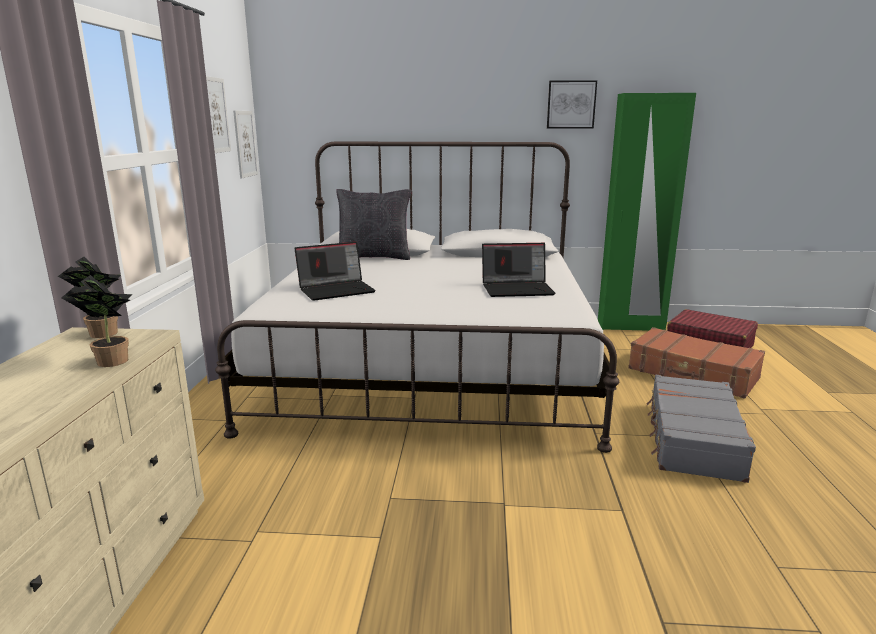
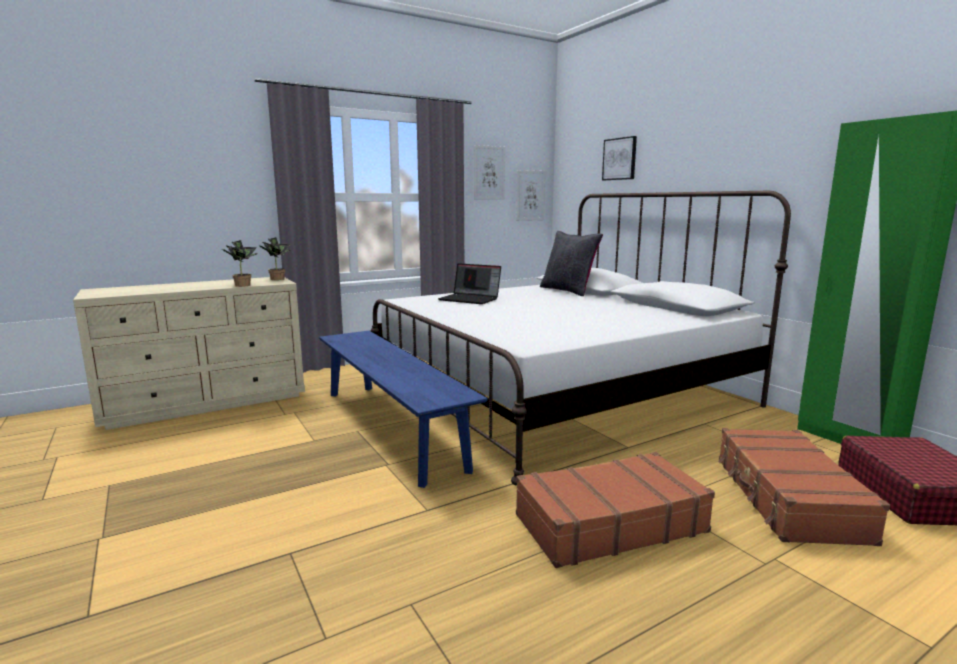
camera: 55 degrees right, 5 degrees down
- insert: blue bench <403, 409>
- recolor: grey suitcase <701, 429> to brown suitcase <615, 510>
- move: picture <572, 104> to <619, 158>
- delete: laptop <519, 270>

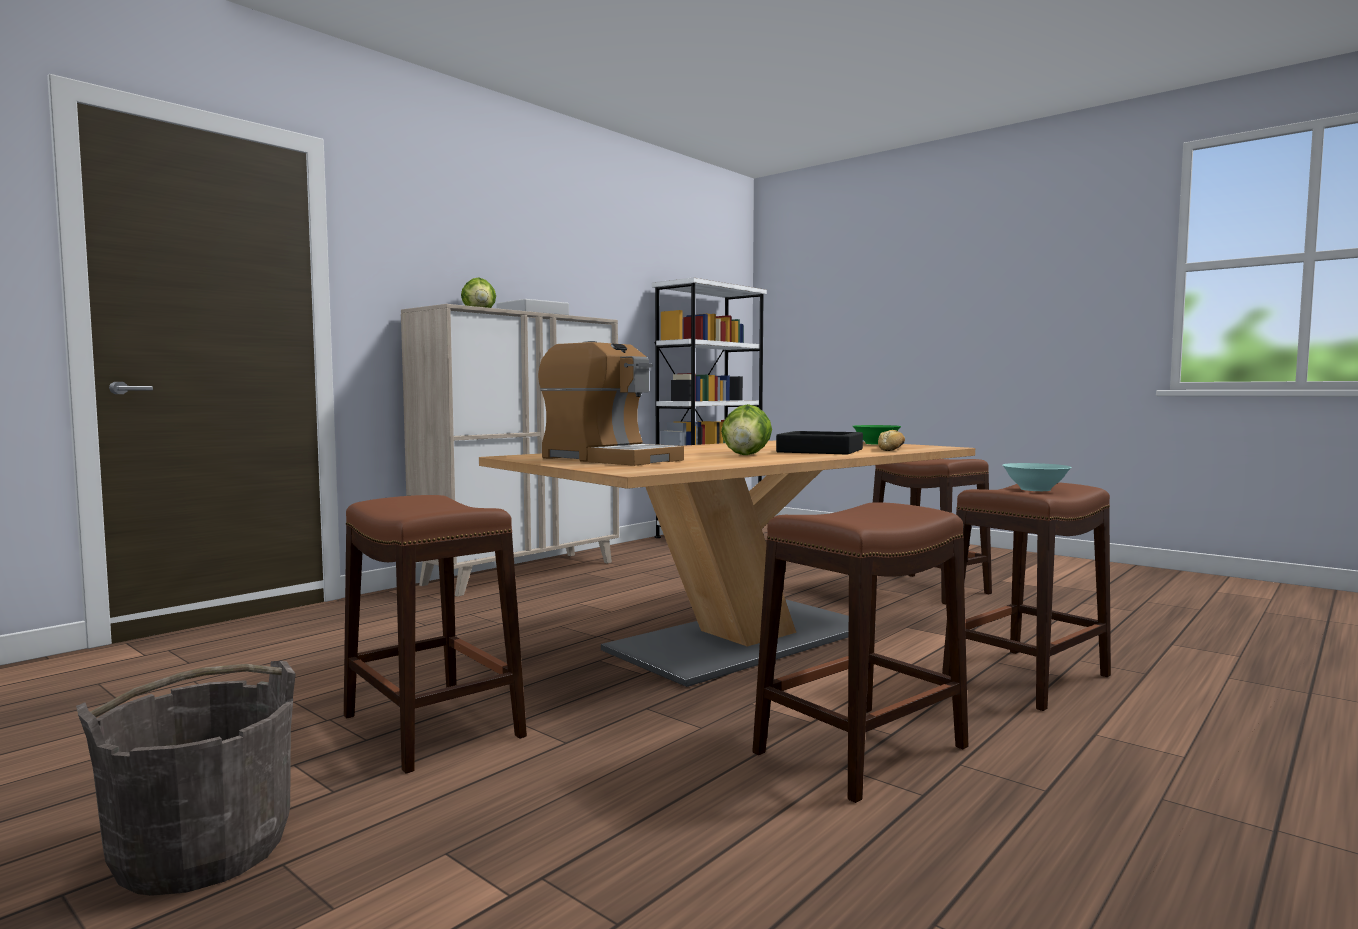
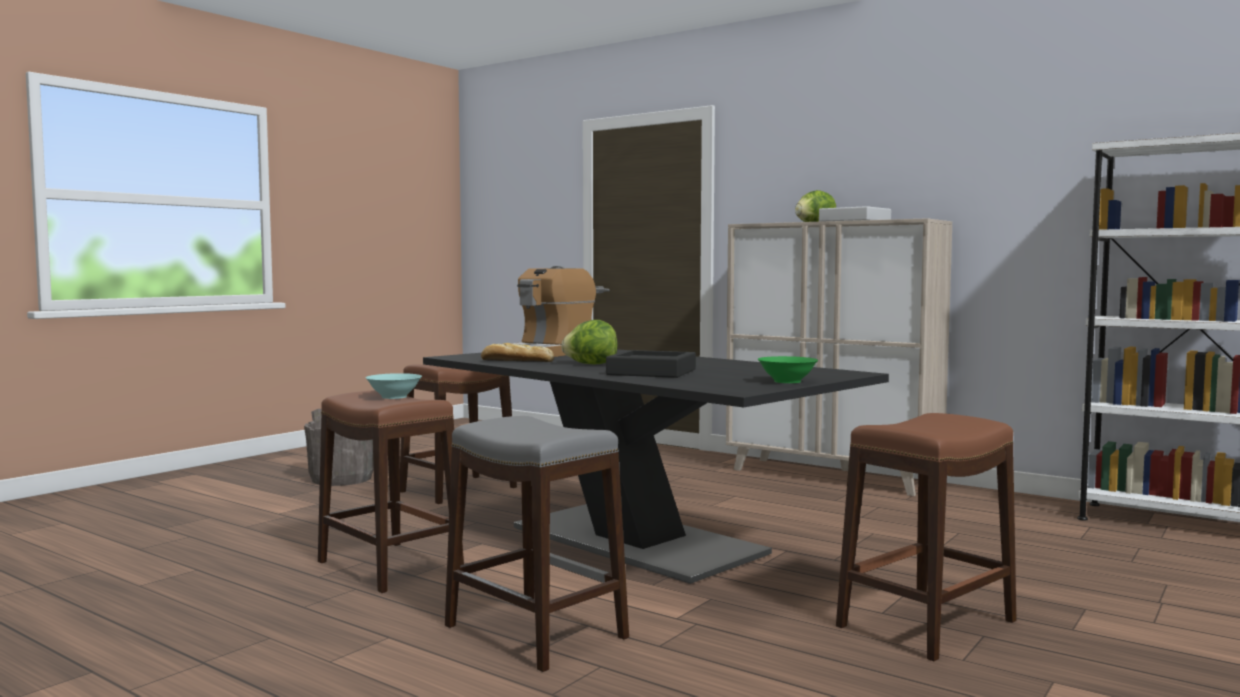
camera: 85 degrees right, 0 degrees up
- move: turquoise bowl <1037, 477> to <394, 386>
- recolor: beige dining table <727, 563> to black dining table <656, 466>
- recolor: brown stool <1026, 596> to grey stool <537, 544>
- move: bread <891, 440> to <517, 352>

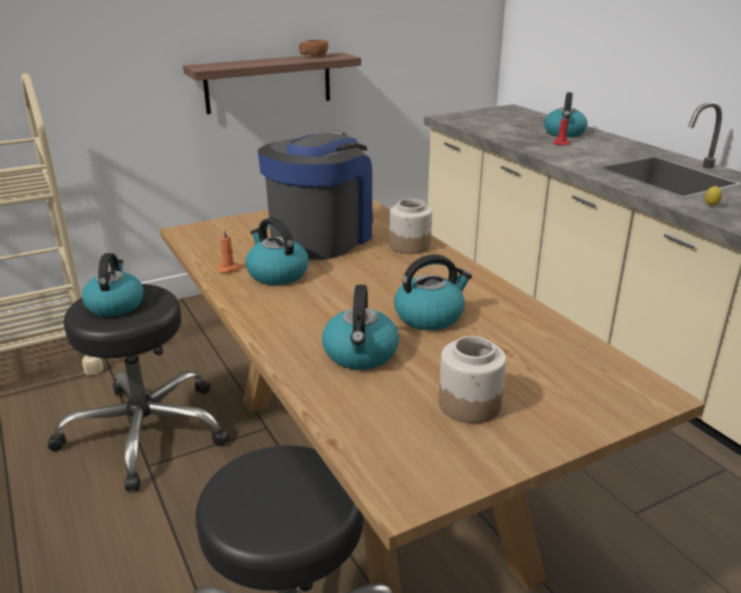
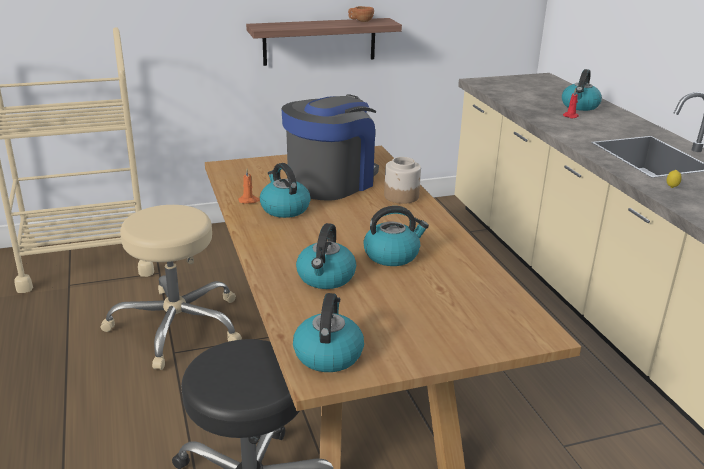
camera: 10 degrees right, 0 degrees up
- recolor: black stool <139, 387> to beige stool <171, 287>
- move: kettle <113, 285> to <328, 332>
- delete: jar <472, 379>

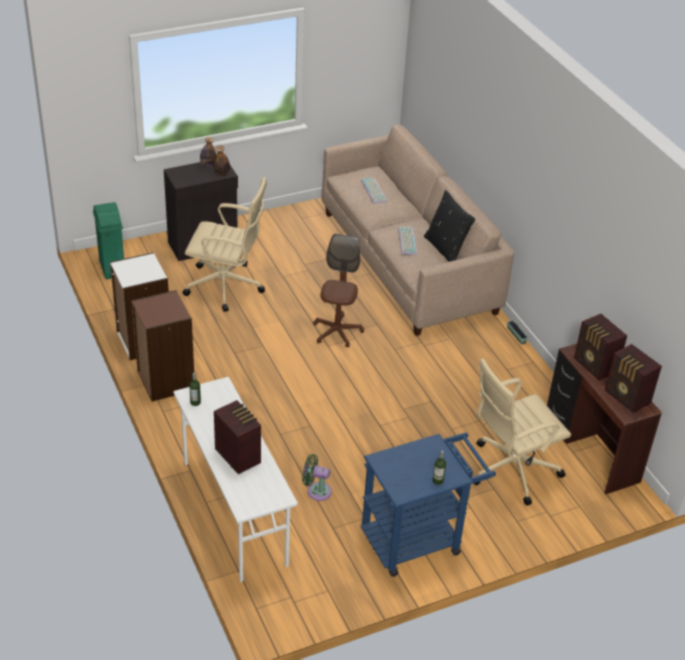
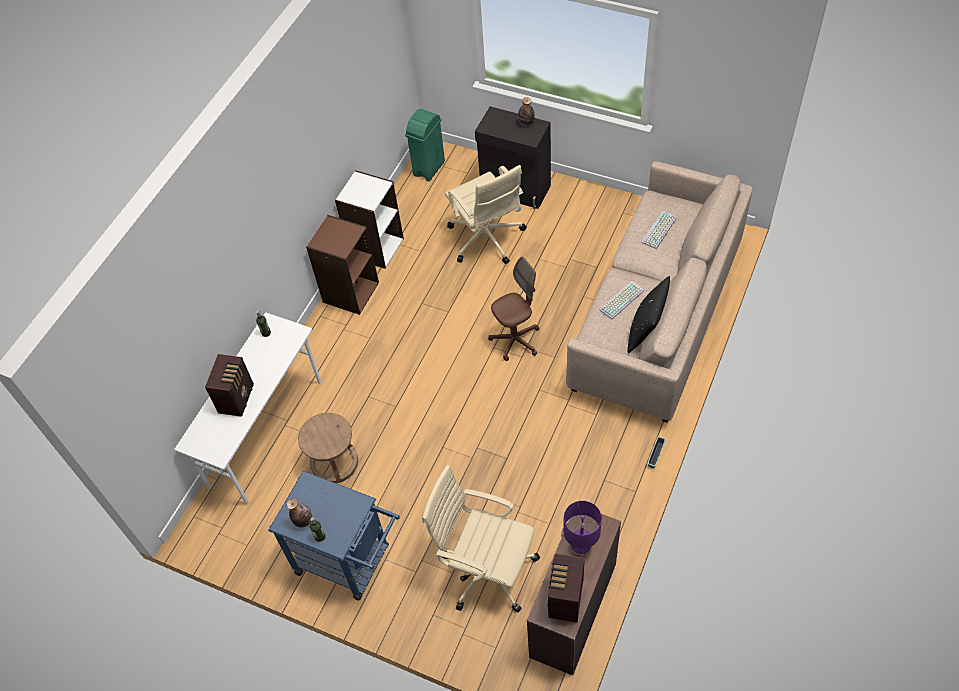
camera: 55 degrees right, 15 degrees up
- move: bottle <221, 161> to <299, 512>
- replace: green fan <317, 477> to brown stool <328, 448>
- replace: radio <600, 347> to purple table lamp <582, 528>

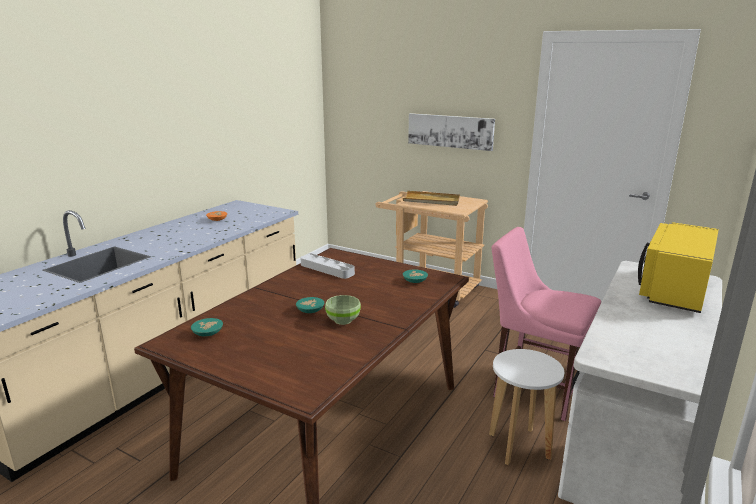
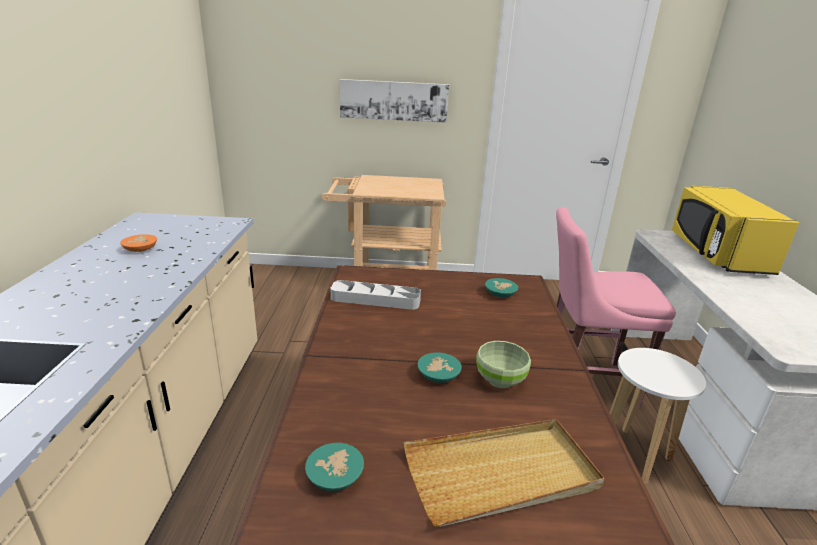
camera: 30 degrees left, 5 degrees up
- move: beige tray <431, 198> to <504, 473>

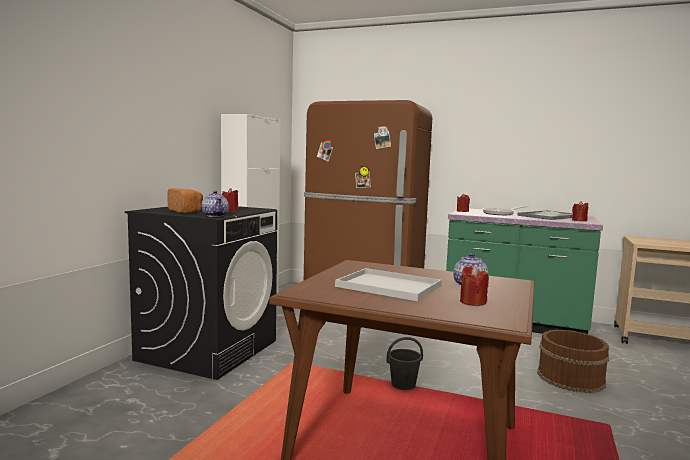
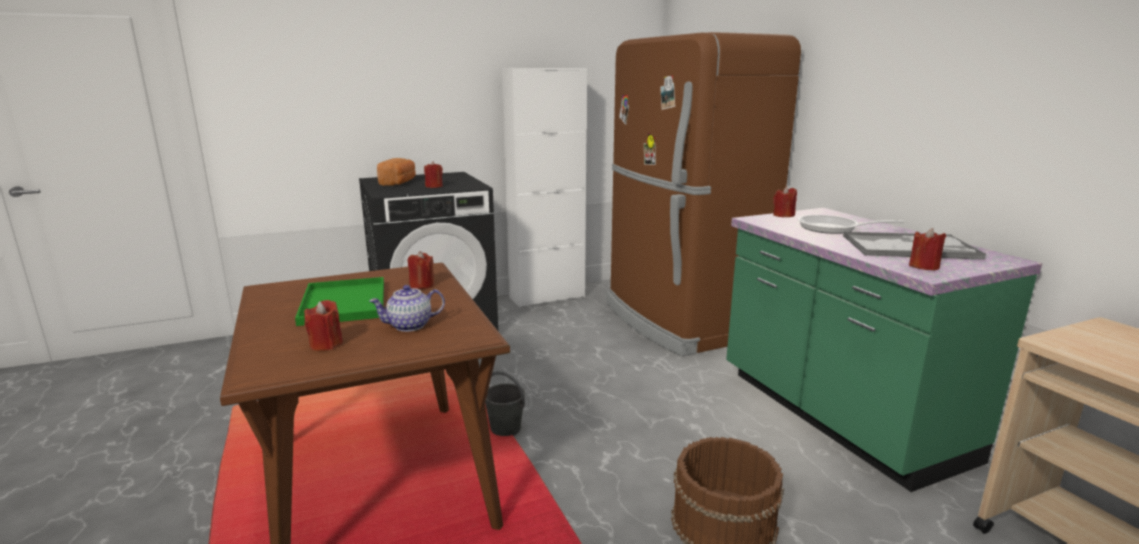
camera: 45 degrees right, 10 degrees up
- recolor: white tray <388, 284> to green tray <339, 301>
- insert: red candle <421, 270>
- delete: teapot <215, 203>

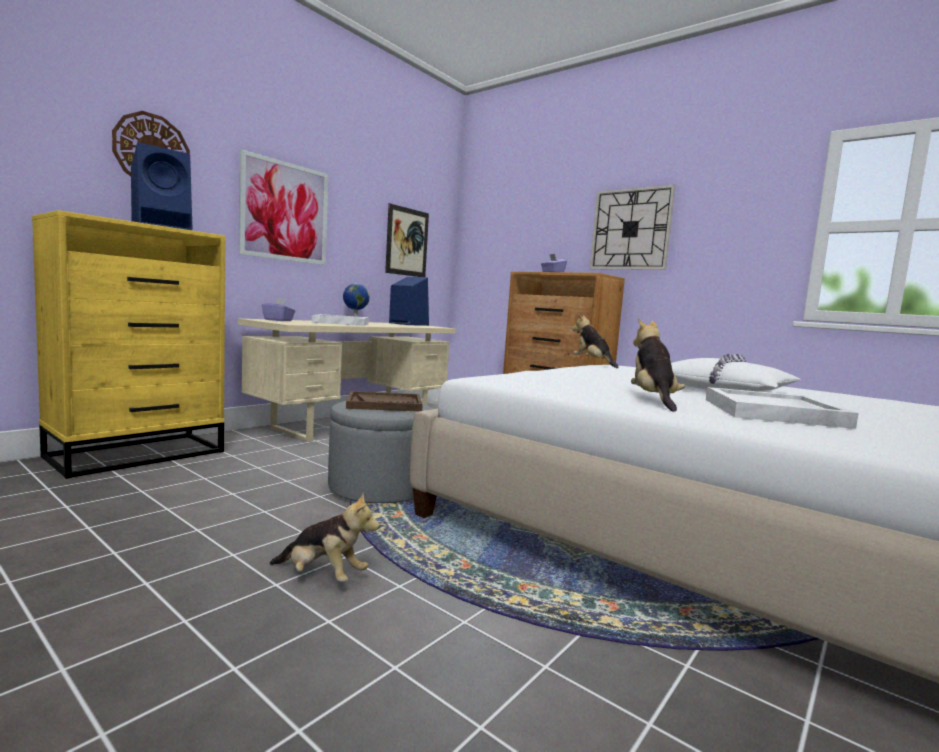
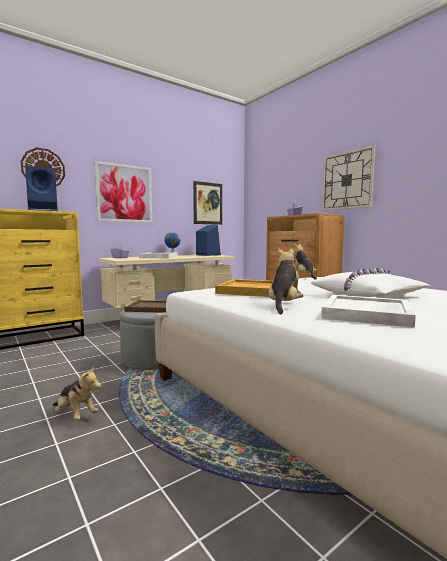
camera: 15 degrees right, 0 degrees up
- insert: beige tray <244, 288>

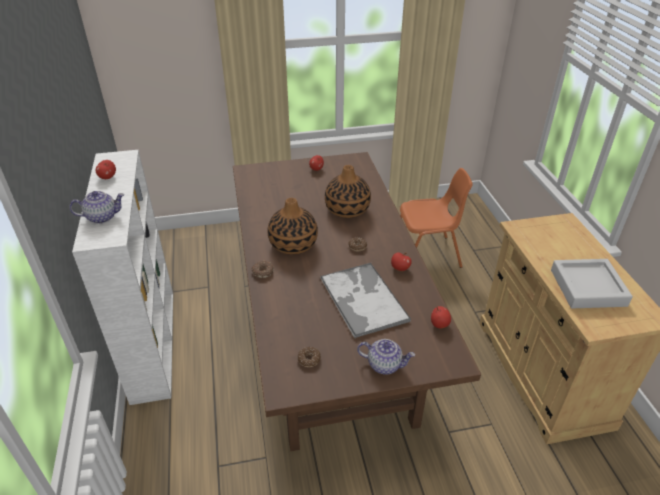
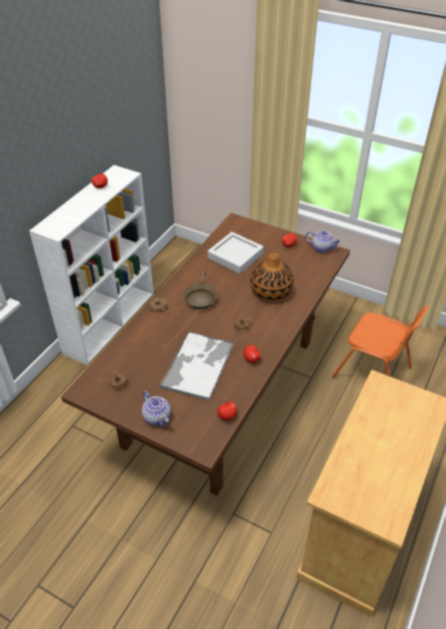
camera: 40 degrees right, 5 degrees up
- replace: vase <292, 226> to brown frying pan <200, 289>
- move: grey tray <592, 283> to <236, 253>
- move: teapot <97, 207> to <323, 241>

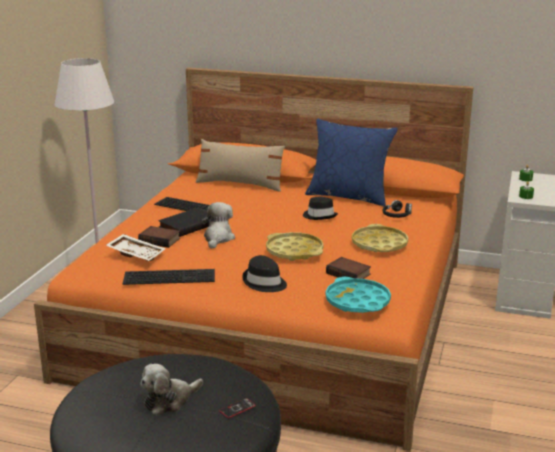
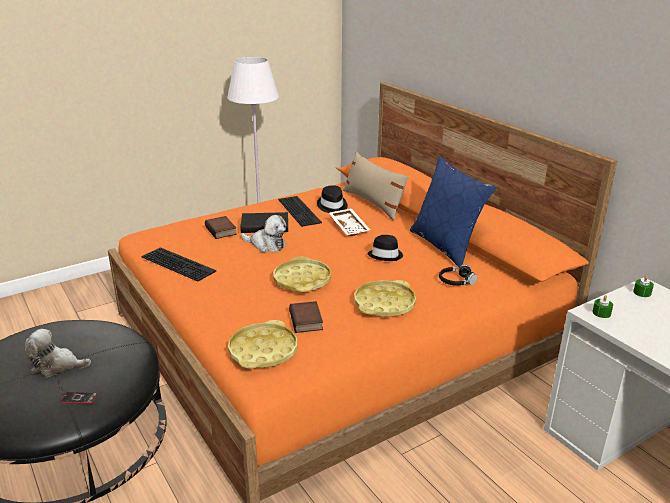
camera: 40 degrees right, 5 degrees up
- recolor: turquoise tray <358, 295> to yellow tray <262, 344>
- rotate: plush toy <218, 225> = <263, 233> 60 degrees clockwise
- move: black hat <264, 273> to <332, 199>
- move: white tray <136, 247> to <349, 222>

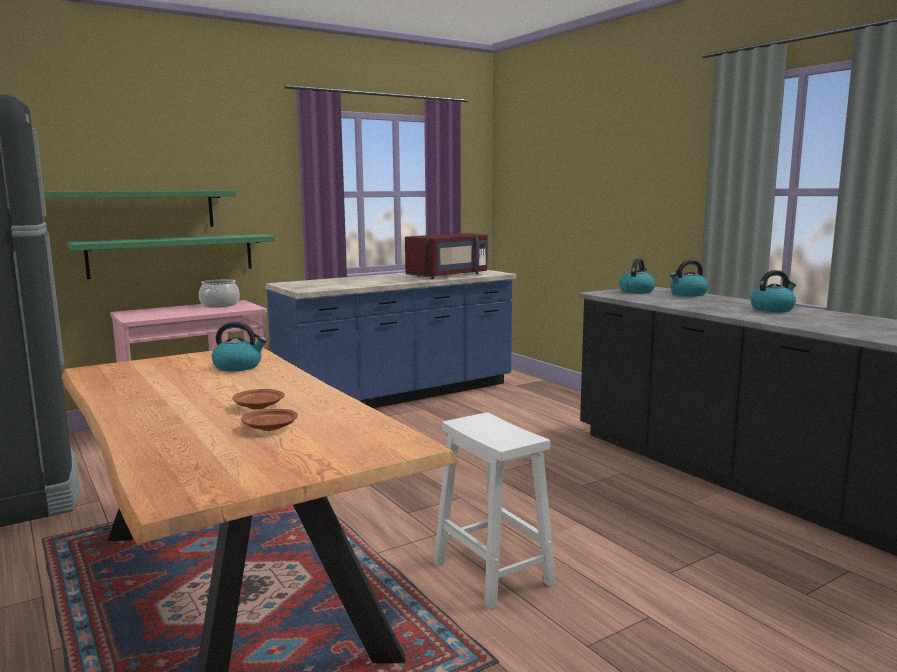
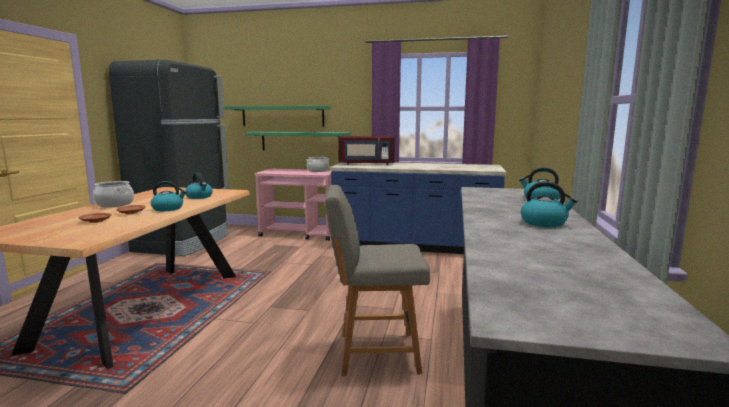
camera: 45 degrees right, 0 degrees up
- insert: cooking pot <113, 194>
- move: kettle <637, 276> to <169, 196>
- insert: grey chair <377, 280>
- move: red microwave <446, 256> to <366, 150>
- delete: white stool <494, 510>

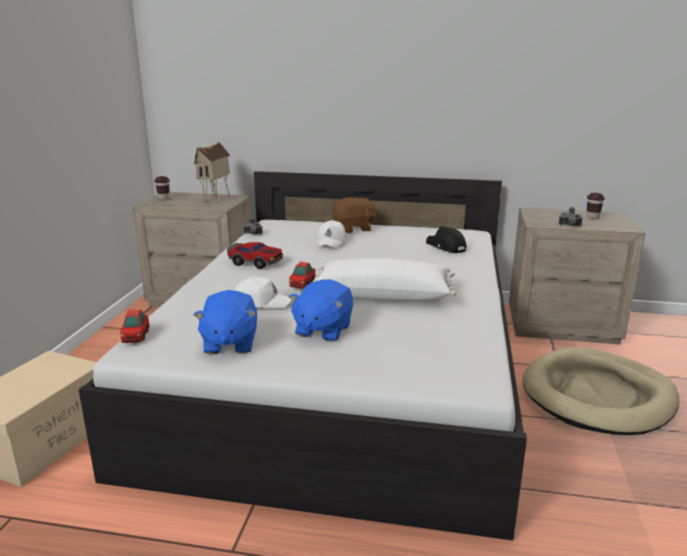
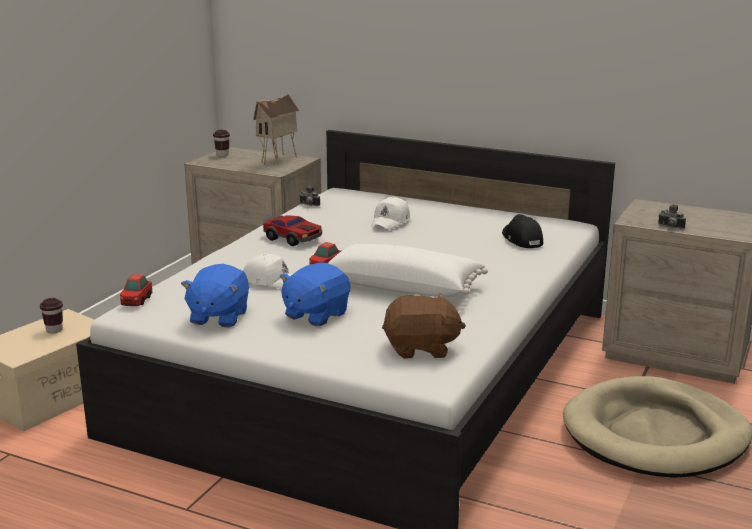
camera: 15 degrees right, 0 degrees up
- move: brown cup <596, 206> to <51, 316>
- move: brown plush toy <355, 215> to <424, 326>

